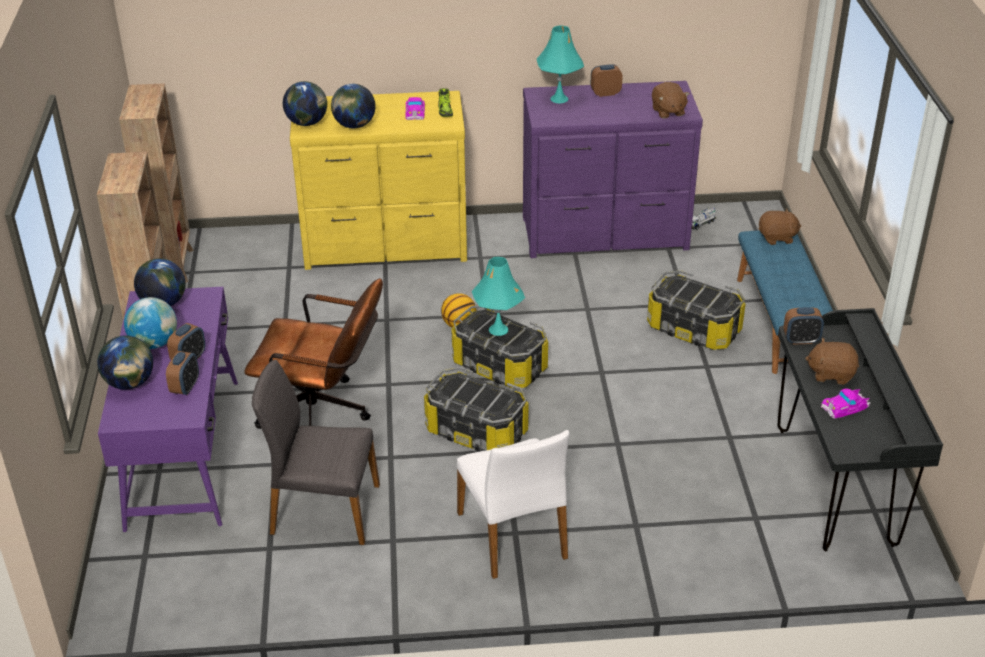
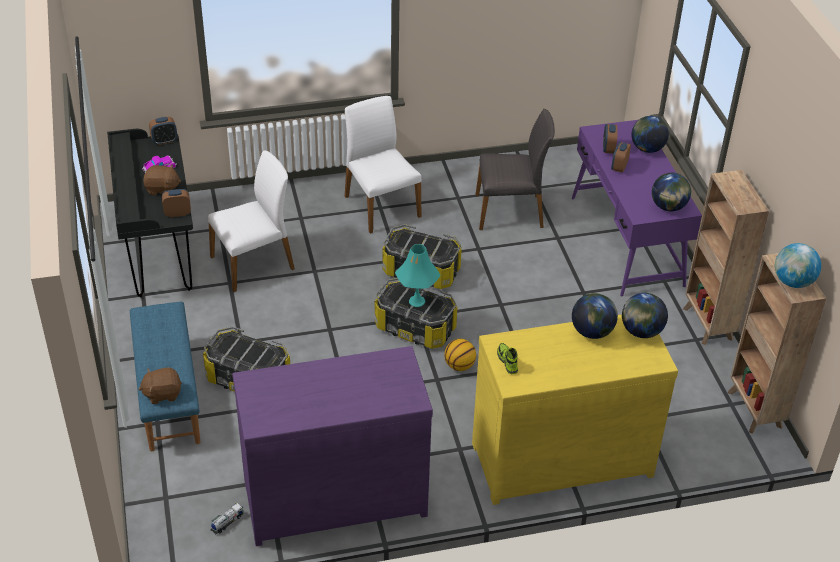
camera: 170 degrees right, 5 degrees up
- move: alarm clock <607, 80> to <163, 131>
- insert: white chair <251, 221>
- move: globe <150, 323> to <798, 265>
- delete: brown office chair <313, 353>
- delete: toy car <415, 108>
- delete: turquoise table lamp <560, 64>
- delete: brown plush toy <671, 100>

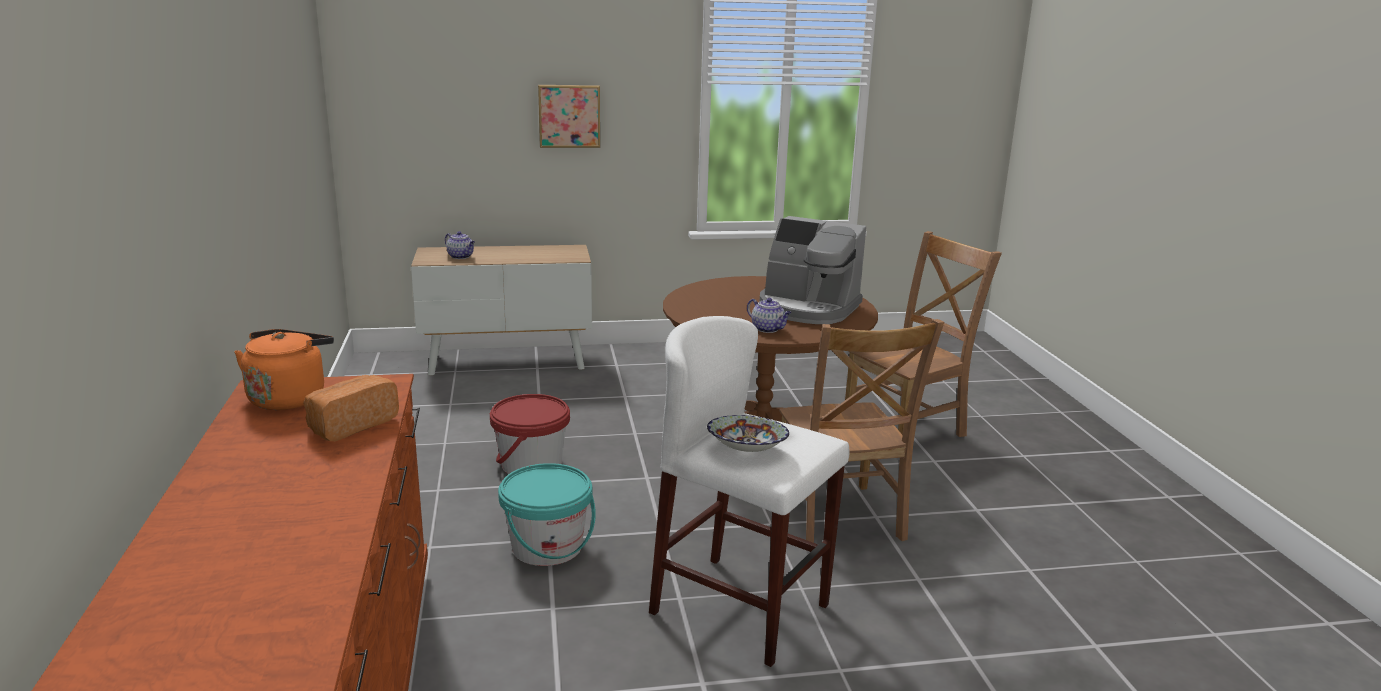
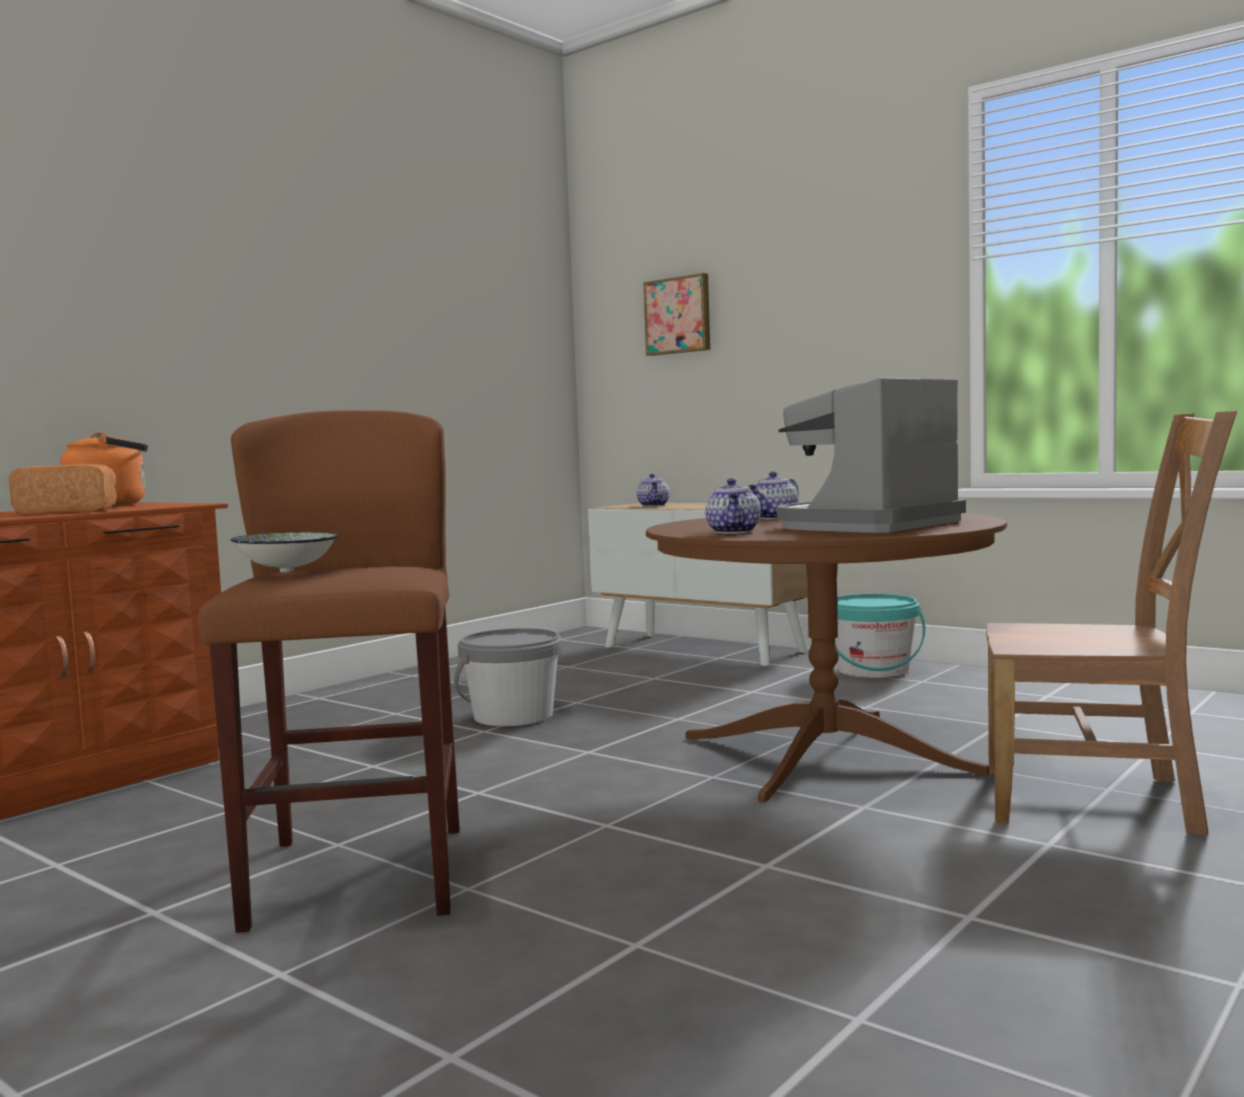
camera: 50 degrees right, 15 degrees down
- recolor: white stool <749, 491> to brown stool <329, 671>
- recolor: red bucket <530, 434> to grey bucket <508, 677>
- move: picture <569, 116> to <676, 314>
- insert: teapot <773, 495>
- rotate: coffee machine <813, 270> = <871, 455> 60 degrees clockwise
- move: turquoise bucket <547, 514> to <880, 636>
- delete: brown chair <861, 431>

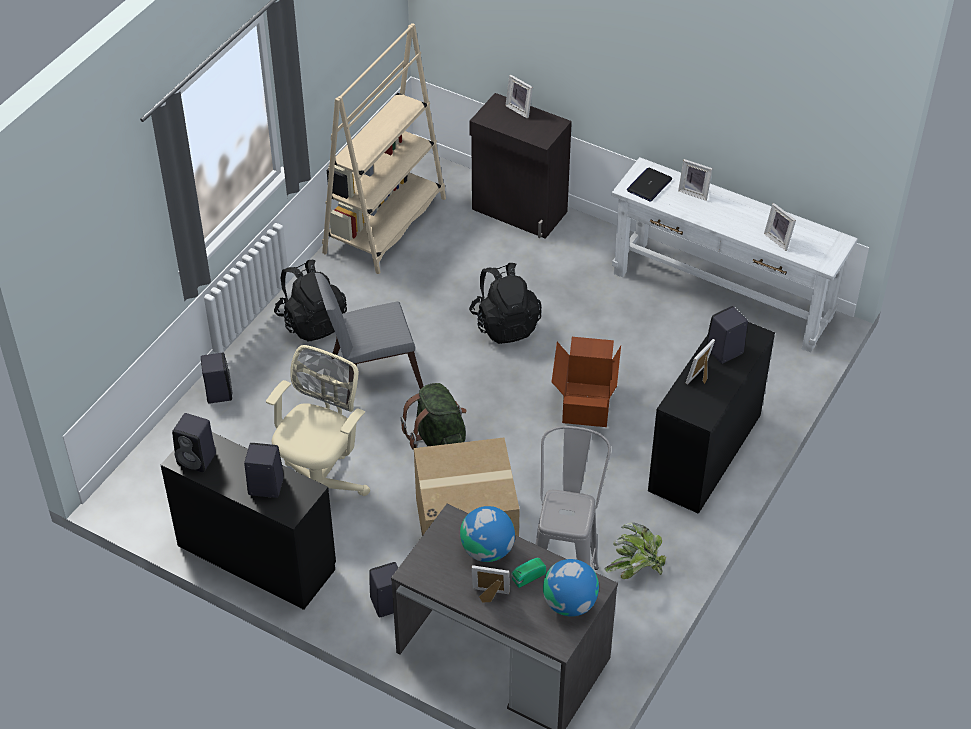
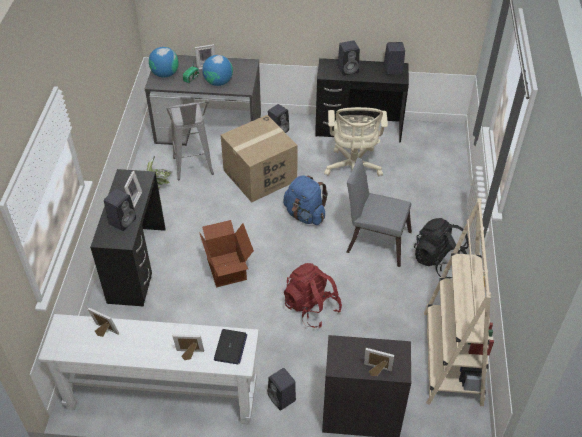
camera: 155 degrees right, 0 degrees up
- move: black speaker <217, 378> to <281, 389>
- recolor: green backpack <433, 416> to blue backpack <305, 200>
- recolor: black backpack <505, 303> to red backpack <313, 295>
- rotate: grey chair <369, 331> = <379, 212> 120 degrees counterclockwise

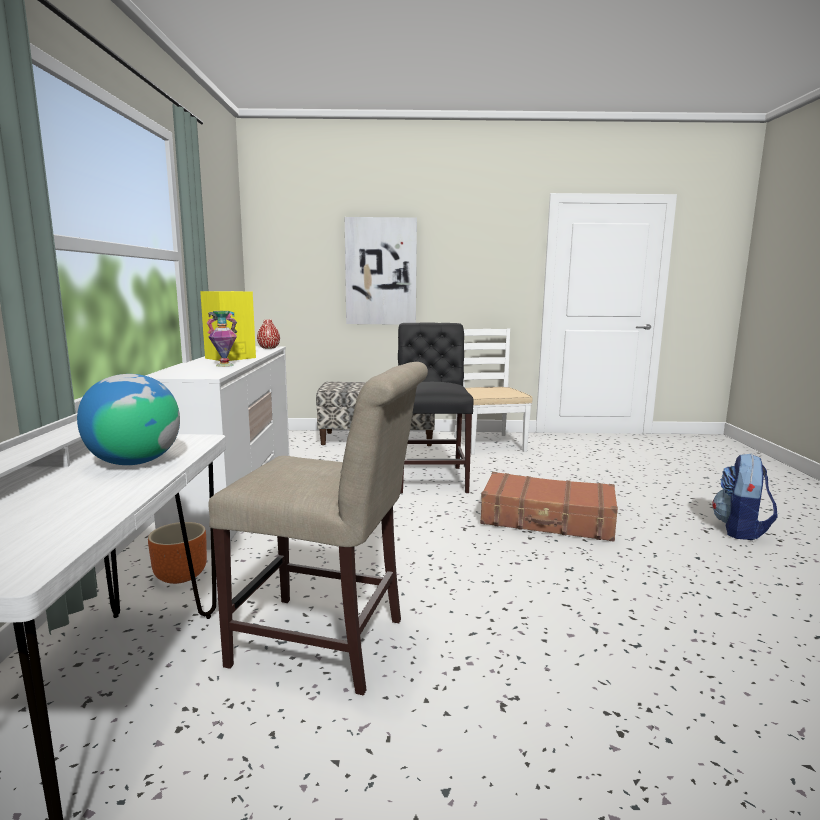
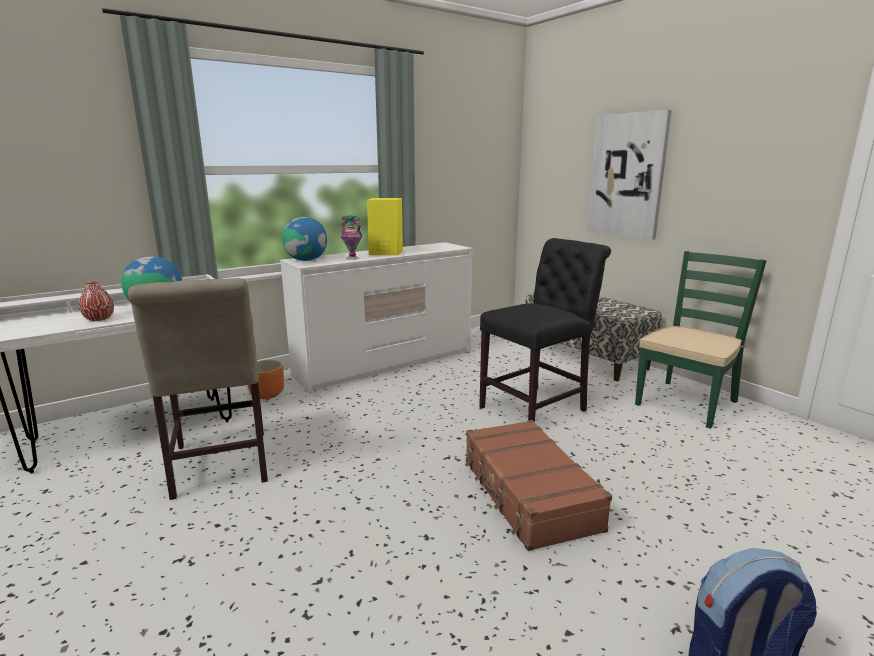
camera: 55 degrees right, 5 degrees up
- move: red vase <268, 334> to <96, 301>
- insert: globe <304, 239>
- recolor: white chair <493, 391> to green chair <701, 340>

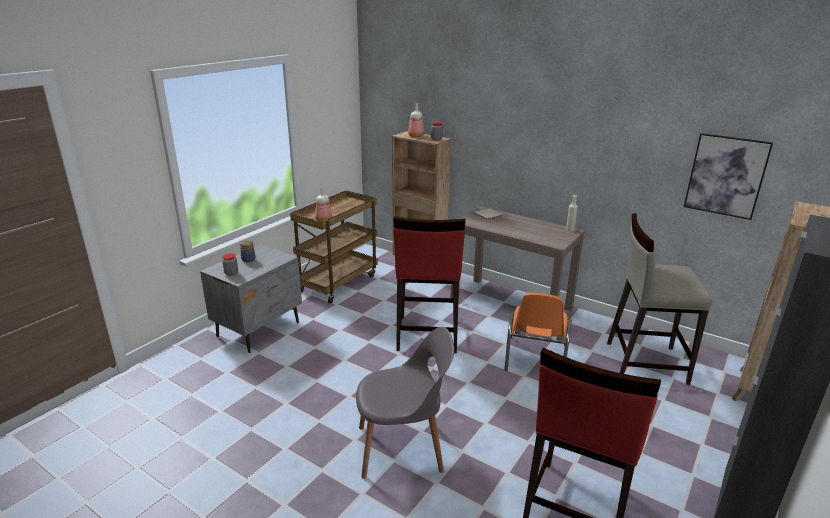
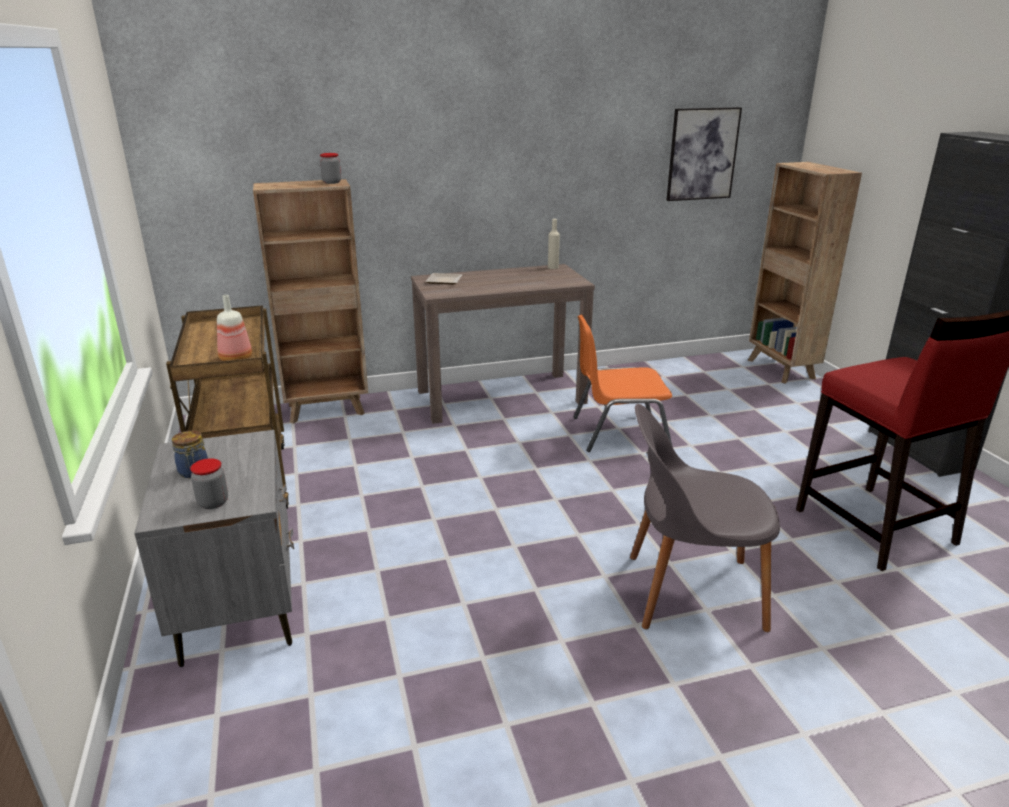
camera: 50 degrees left, 0 degrees up
- rotate: orange chair <538, 332> = <623, 383> 120 degrees clockwise
- rotate: grey chair <405, 403> = <705, 518> 120 degrees counterclockwise
- delete: red stool <429, 285>
- delete: bottle <416, 120>
- delete: beige stool <659, 299>

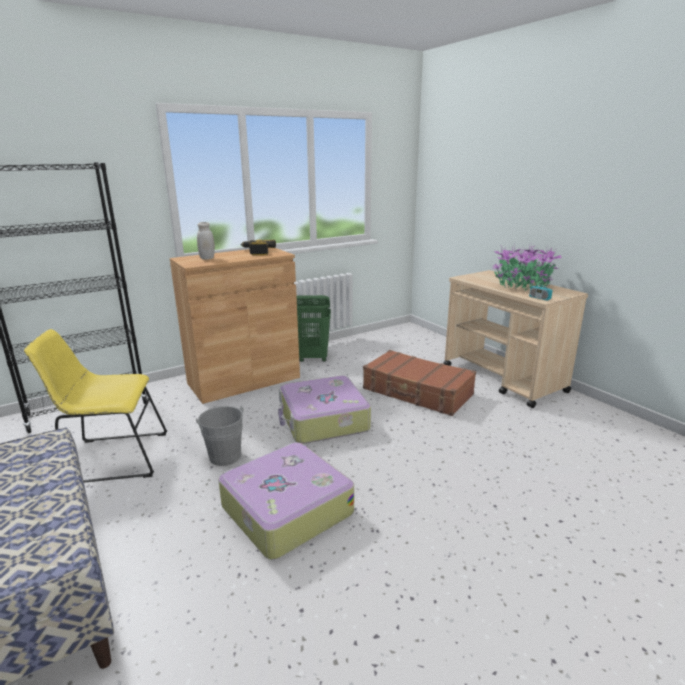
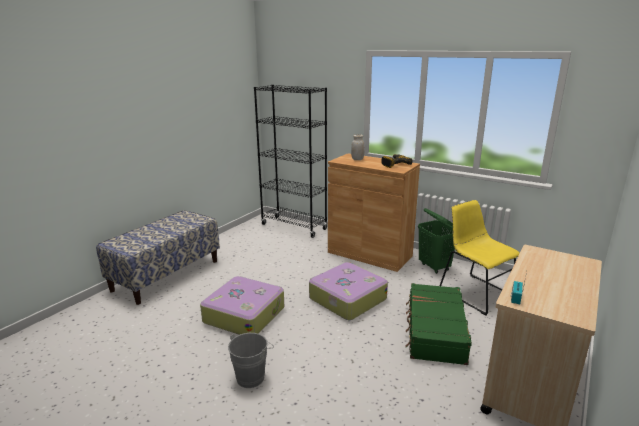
camera: 65 degrees right, 0 degrees up
- move: grey bucket <220, 436> to <251, 360>
- recolor: brown suitcase <419, 383> to green suitcase <439, 324>
- move: yellow chair <95, 406> to <480, 258>
- delete: potted plant <527, 266>

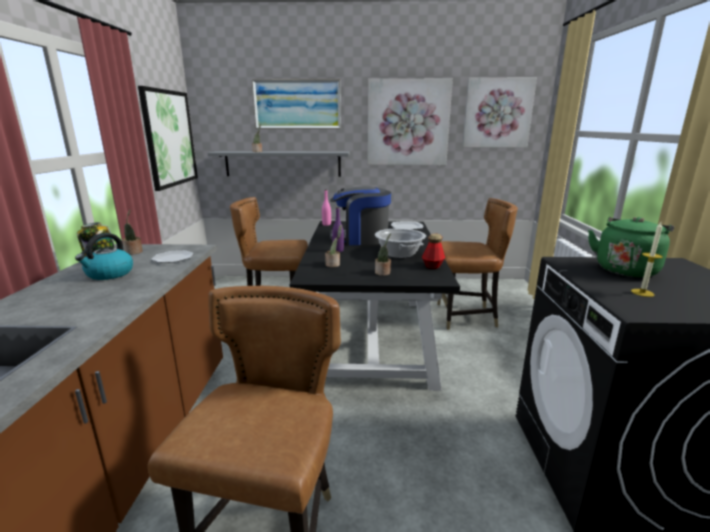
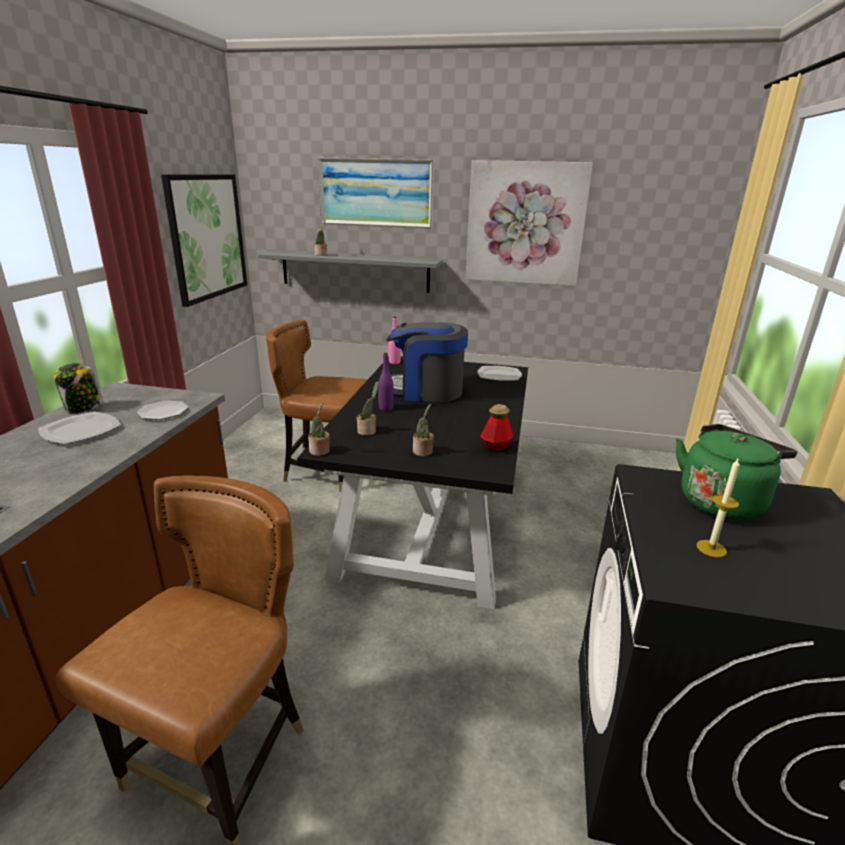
camera: 10 degrees right, 5 degrees up
- replace: kettle <104, 256> to plate <79, 428>
- move: potted plant <132, 232> to <319, 429>
- delete: cooking pot <400, 243>
- delete: brown chair <477, 264>
- delete: picture <499, 112>

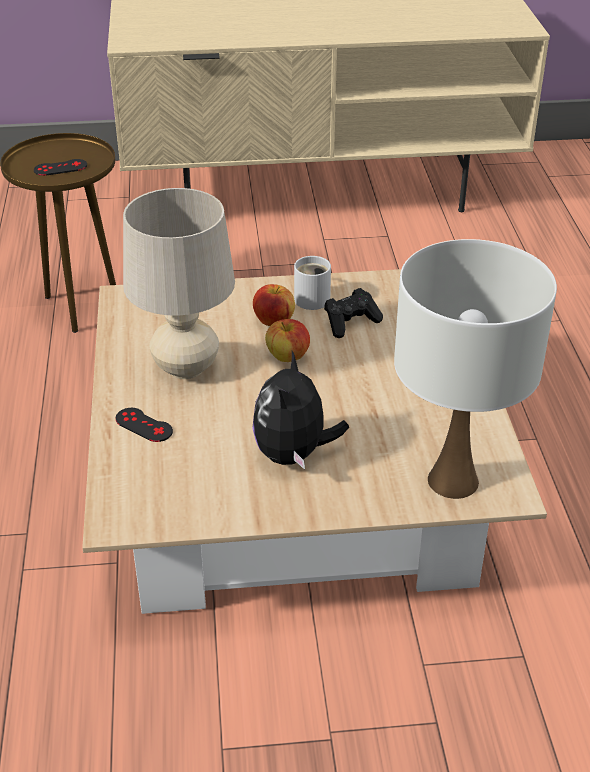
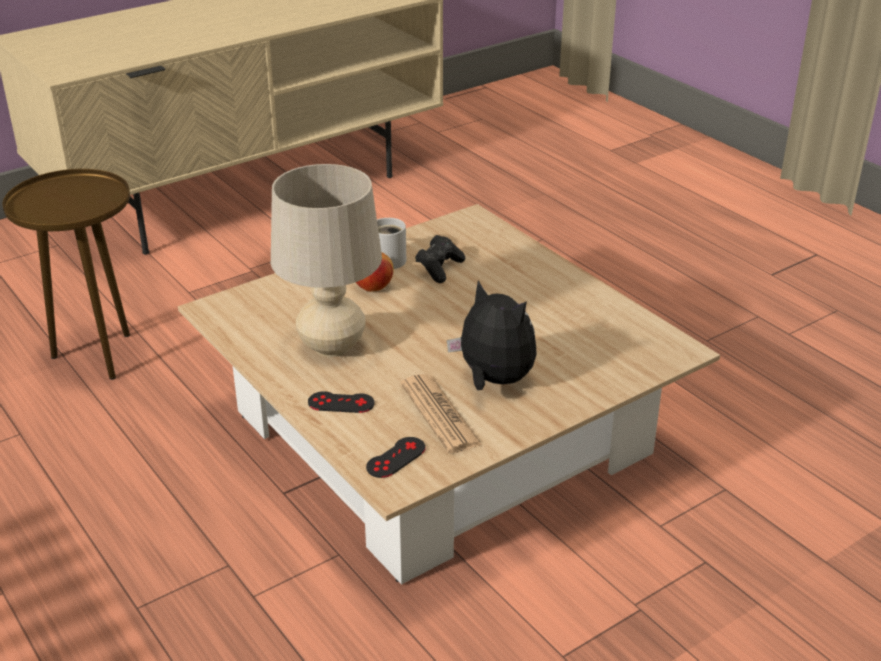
camera: 30 degrees left, 5 degrees down
- move: black game controller <60, 167> to <396, 457>
- insert: newspaper <441, 413>
- rotate: plush toy <300, 410> = <492, 335> 150 degrees clockwise
- delete: apple <287, 340>
- delete: white table lamp <475, 369>

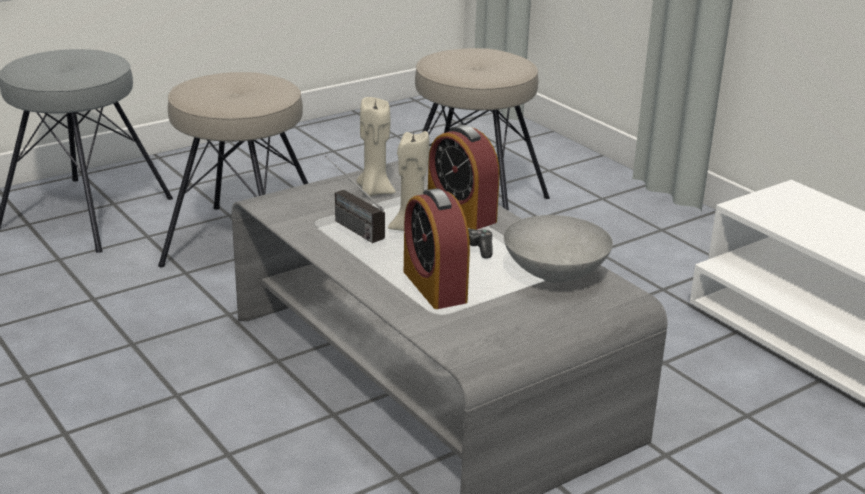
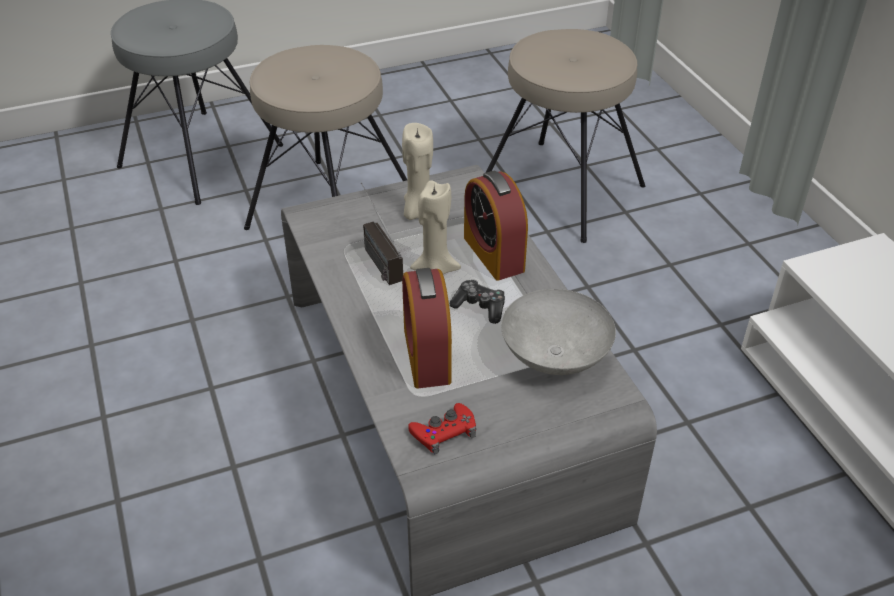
camera: 15 degrees right, 15 degrees up
- insert: red game controller <442, 428>

